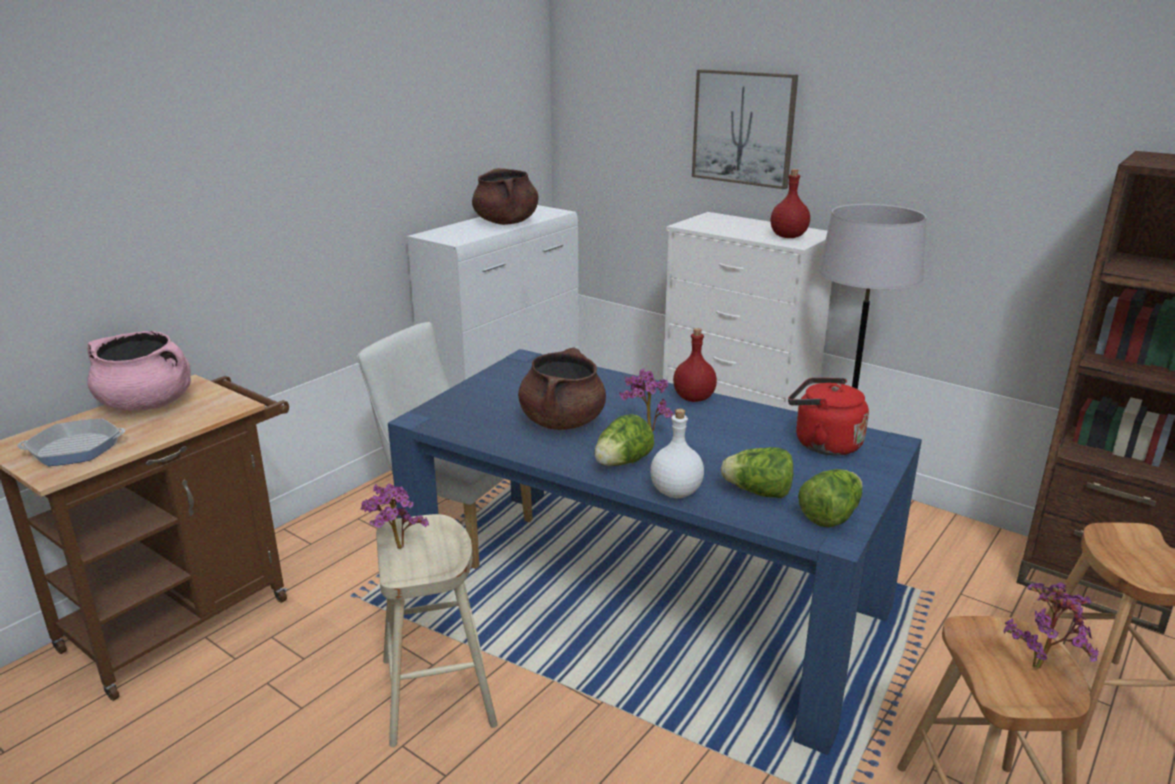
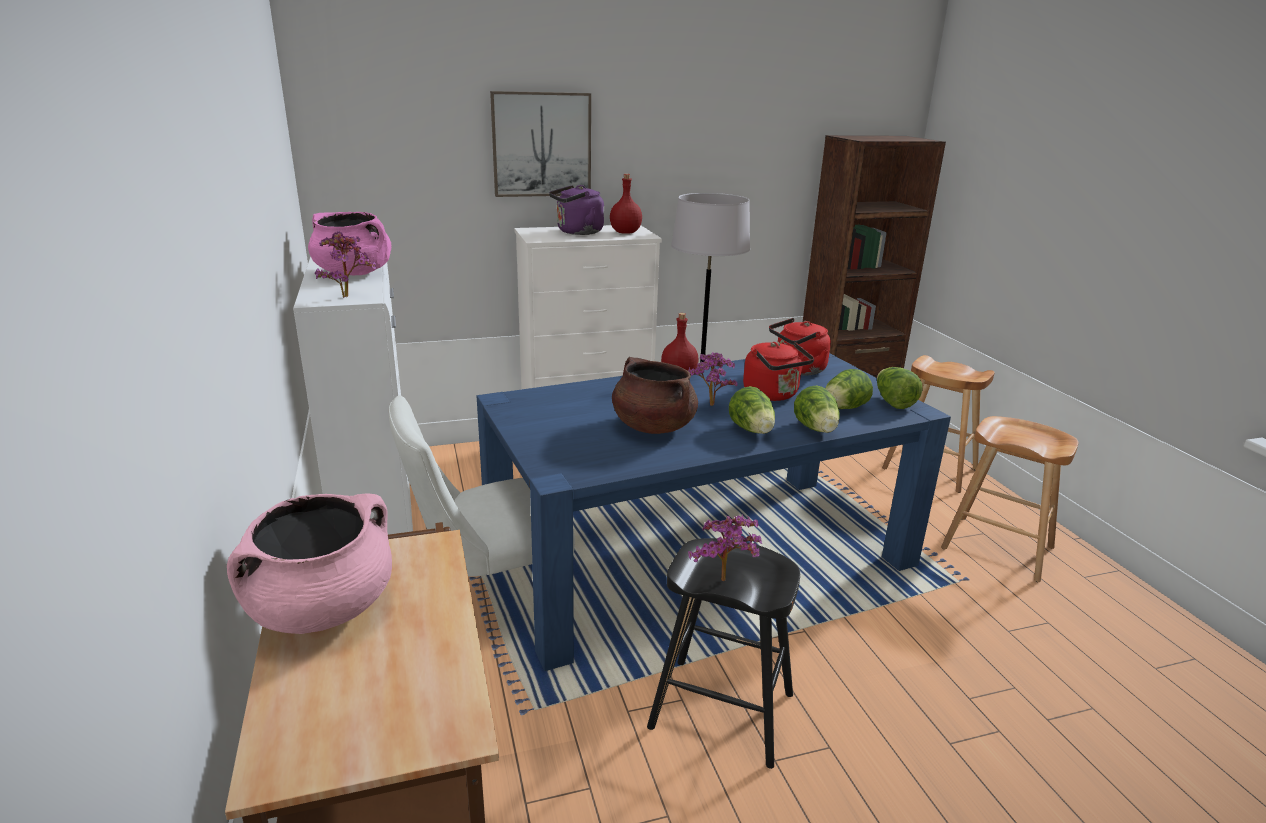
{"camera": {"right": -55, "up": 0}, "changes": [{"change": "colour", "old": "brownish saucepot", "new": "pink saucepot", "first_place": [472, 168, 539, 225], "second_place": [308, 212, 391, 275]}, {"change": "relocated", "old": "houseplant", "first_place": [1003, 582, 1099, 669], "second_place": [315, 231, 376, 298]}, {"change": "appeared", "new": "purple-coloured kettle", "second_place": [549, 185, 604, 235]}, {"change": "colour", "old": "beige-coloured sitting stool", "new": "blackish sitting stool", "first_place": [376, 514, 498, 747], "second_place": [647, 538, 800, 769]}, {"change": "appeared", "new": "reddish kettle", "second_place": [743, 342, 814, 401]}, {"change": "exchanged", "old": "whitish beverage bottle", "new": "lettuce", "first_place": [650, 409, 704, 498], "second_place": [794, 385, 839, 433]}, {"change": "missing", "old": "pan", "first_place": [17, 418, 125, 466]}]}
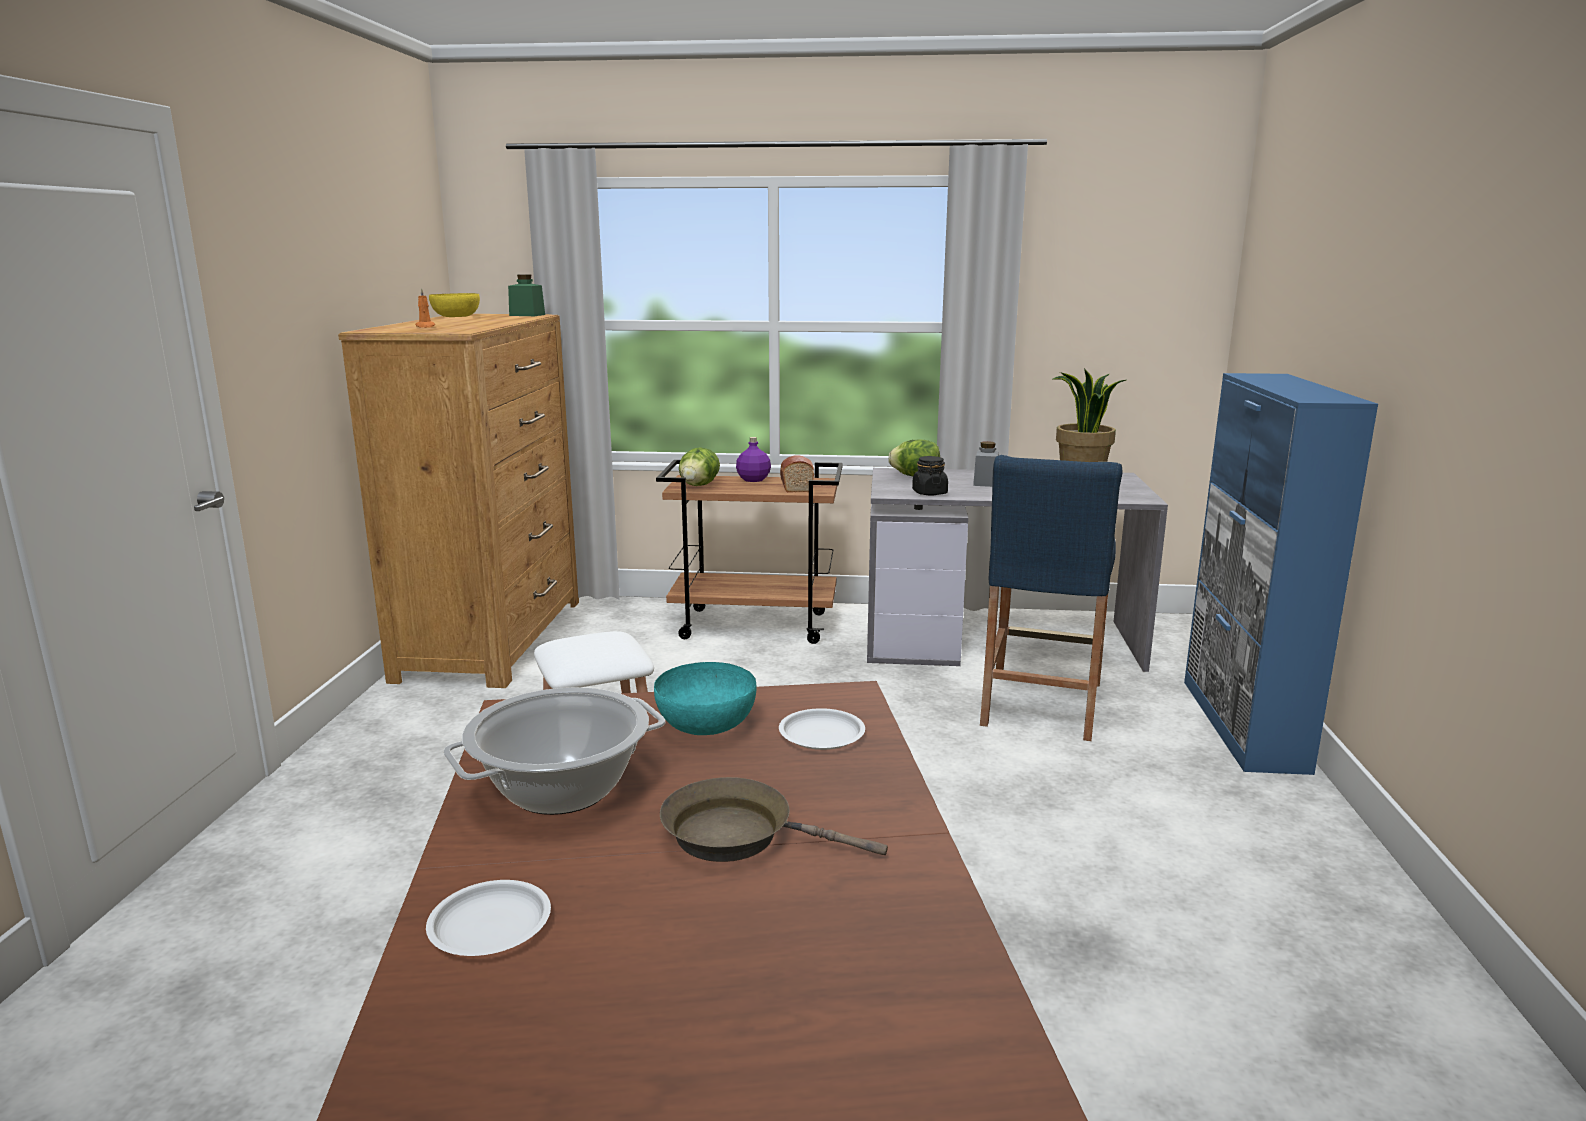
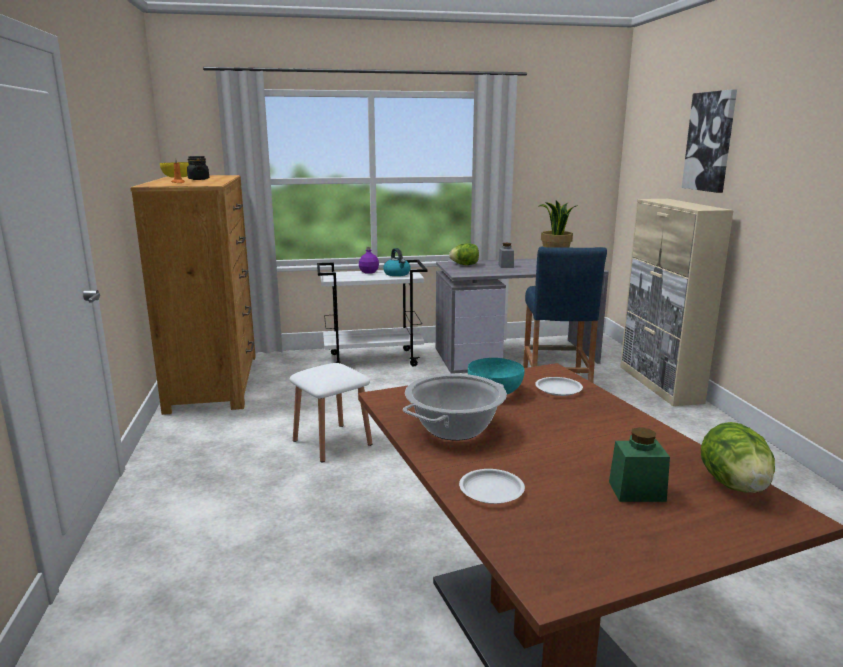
{"camera": {"right": -15, "up": 0}, "changes": [{"change": "relocated", "old": "blackish preserve jar", "first_place": [912, 456, 948, 495], "second_place": [187, 156, 209, 180]}, {"change": "colour", "old": "brownish trolley", "new": "whitish trolley", "first_place": [656, 460, 843, 644], "second_place": [317, 260, 427, 367]}, {"change": "exchanged", "old": "bakery bread", "new": "kettle", "first_place": [780, 455, 814, 492], "second_place": [383, 248, 411, 276]}, {"change": "relocated", "old": "greenish preserve jar", "first_place": [508, 274, 545, 316], "second_place": [609, 427, 670, 502]}, {"change": "colour", "old": "blue storage cabinet", "new": "beige-coloured storage cabinet", "first_place": [1184, 373, 1378, 775], "second_place": [620, 199, 734, 406]}, {"change": "appeared", "new": "picture", "second_place": [682, 89, 737, 193]}, {"change": "relocated", "old": "lettuce", "first_place": [679, 447, 720, 486], "second_place": [701, 422, 775, 493]}, {"change": "missing", "old": "brownish pan", "first_place": [660, 777, 888, 862]}]}
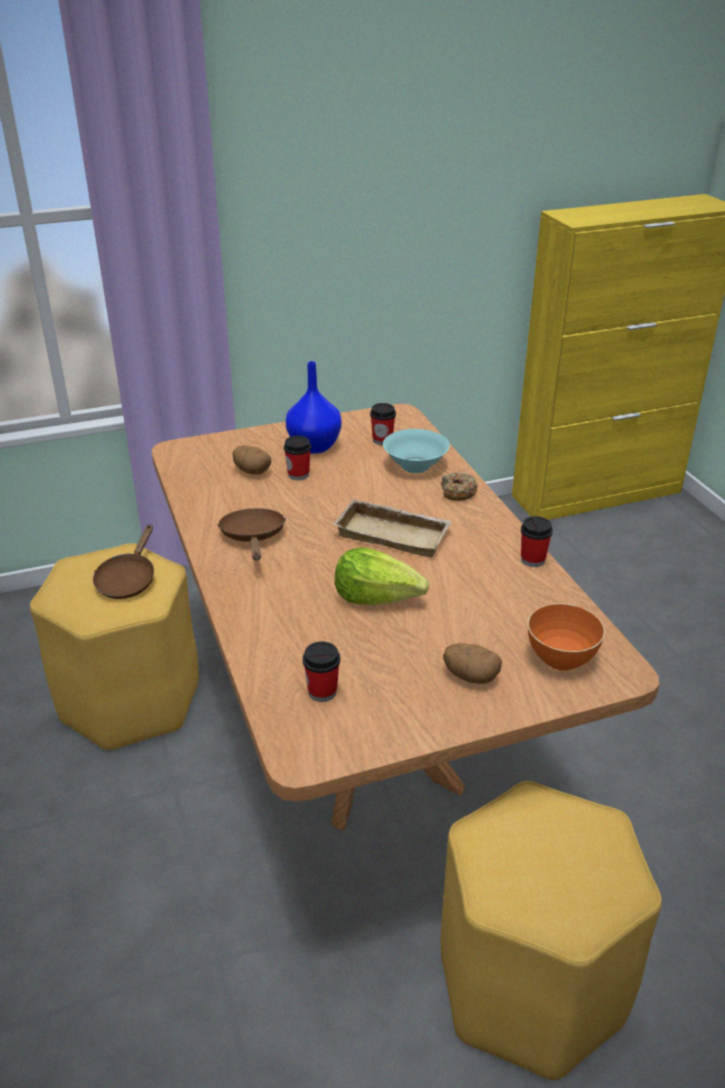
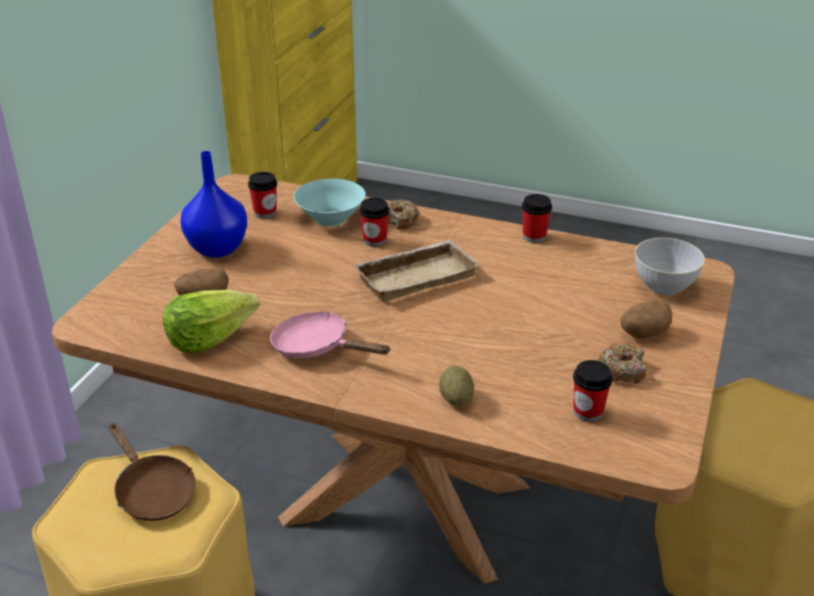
{"camera": {"right": -50, "up": 0}, "changes": [{"change": "relocated", "old": "lettuce", "first_place": [335, 547, 429, 605], "second_place": [163, 290, 260, 353]}, {"change": "colour", "old": "brownish pan", "new": "pink pan", "first_place": [217, 508, 286, 560], "second_place": [270, 312, 391, 358]}, {"change": "relocated", "old": "cup", "first_place": [284, 436, 311, 480], "second_place": [359, 198, 389, 247]}, {"change": "appeared", "new": "spud", "second_place": [439, 366, 474, 406]}, {"change": "appeared", "new": "ring doughnut", "second_place": [598, 344, 646, 383]}, {"change": "colour", "old": "orange-coloured deep dish", "new": "gray deep dish", "first_place": [528, 603, 605, 670], "second_place": [635, 238, 705, 295]}]}
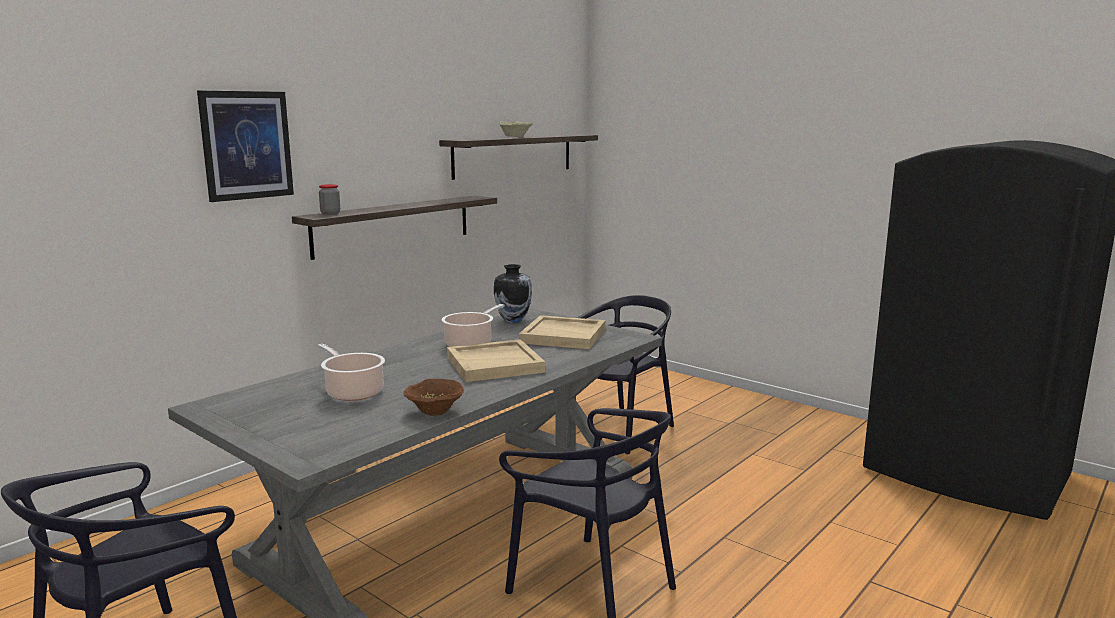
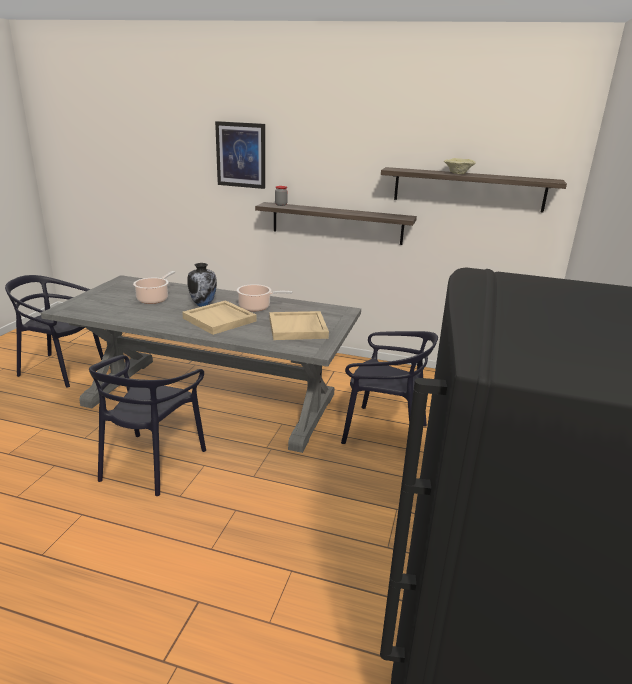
{"camera": {"right": 65, "up": 10}, "changes": [{"change": "relocated", "old": "decorative vase", "first_place": [494, 264, 532, 323], "second_place": [187, 263, 217, 307]}, {"change": "missing", "old": "brownish deep dish", "first_place": [404, 379, 464, 416]}]}
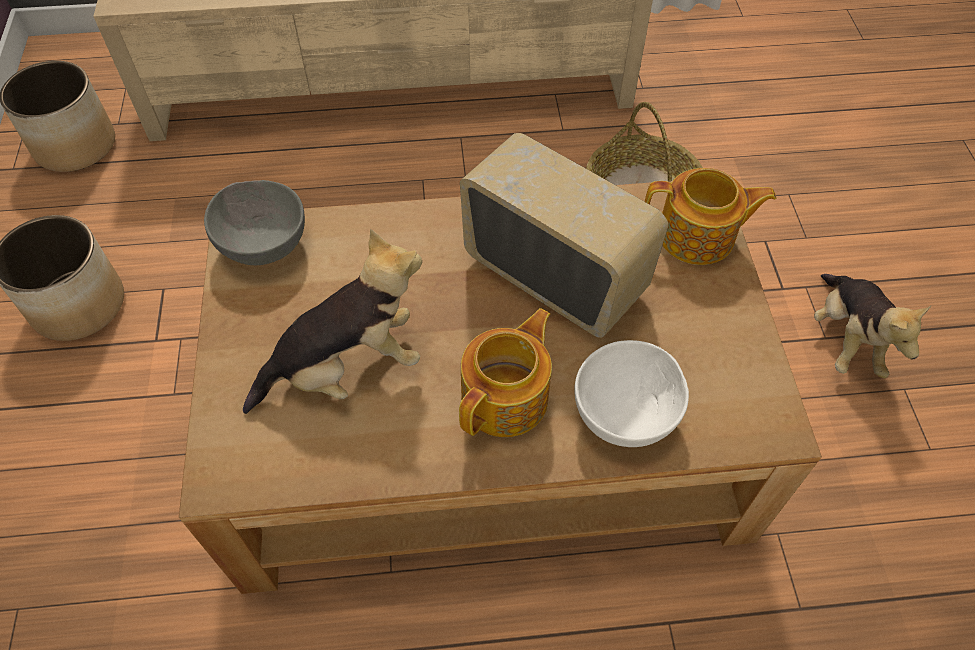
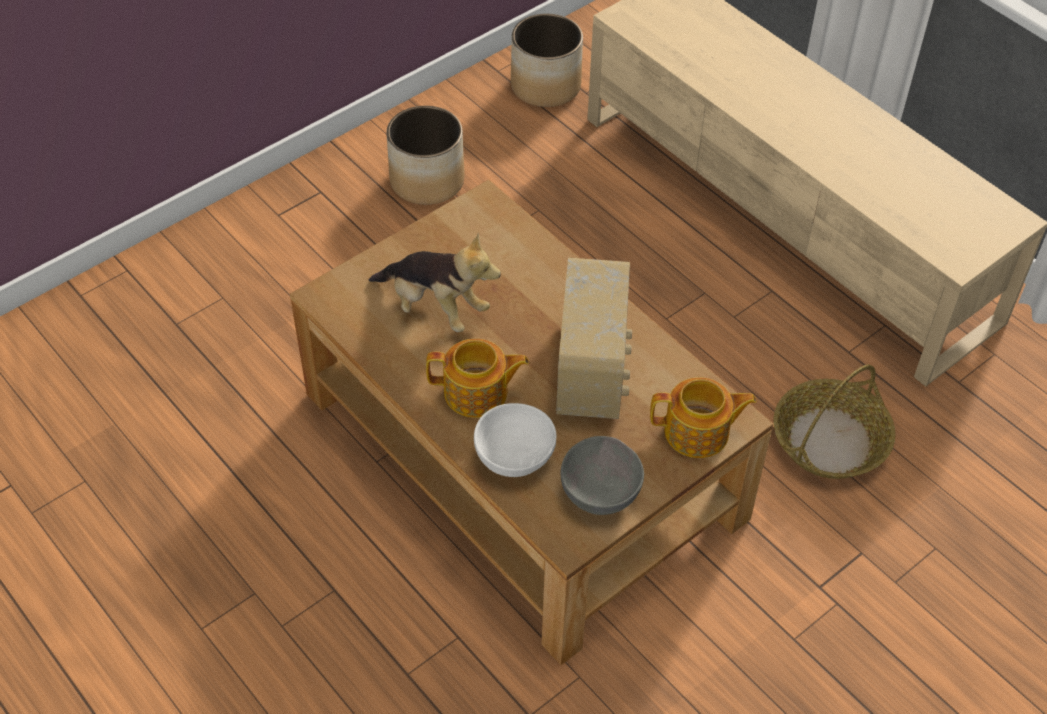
{"camera": {"right": 55, "up": -5}, "changes": [{"change": "relocated", "old": "gray deep dish", "first_place": [204, 180, 305, 265], "second_place": [561, 436, 644, 515]}, {"change": "spun", "old": "tea pot", "first_place": [645, 168, 776, 265], "second_place": [650, 377, 757, 458], "degrees": -60}, {"change": "missing", "old": "cuddly toy", "first_place": [814, 274, 931, 378]}]}
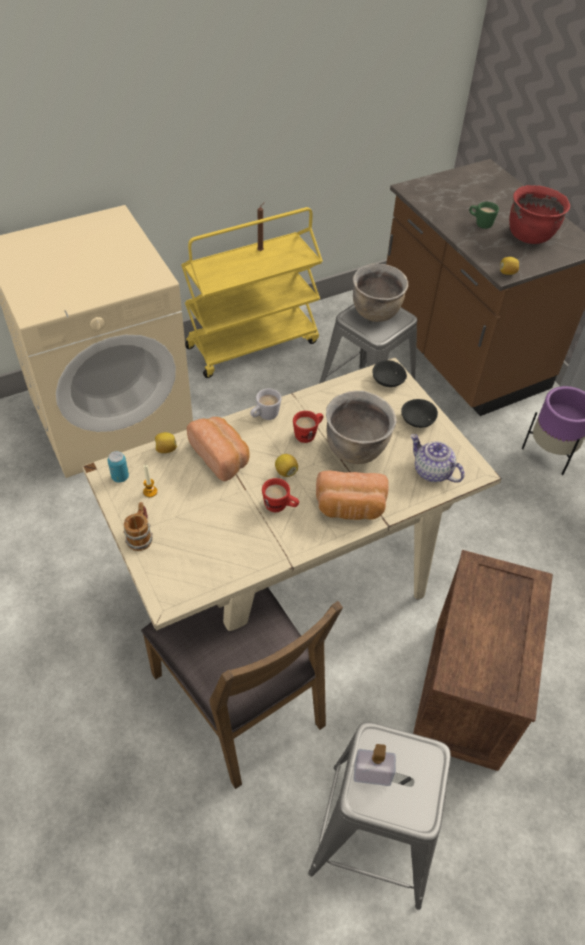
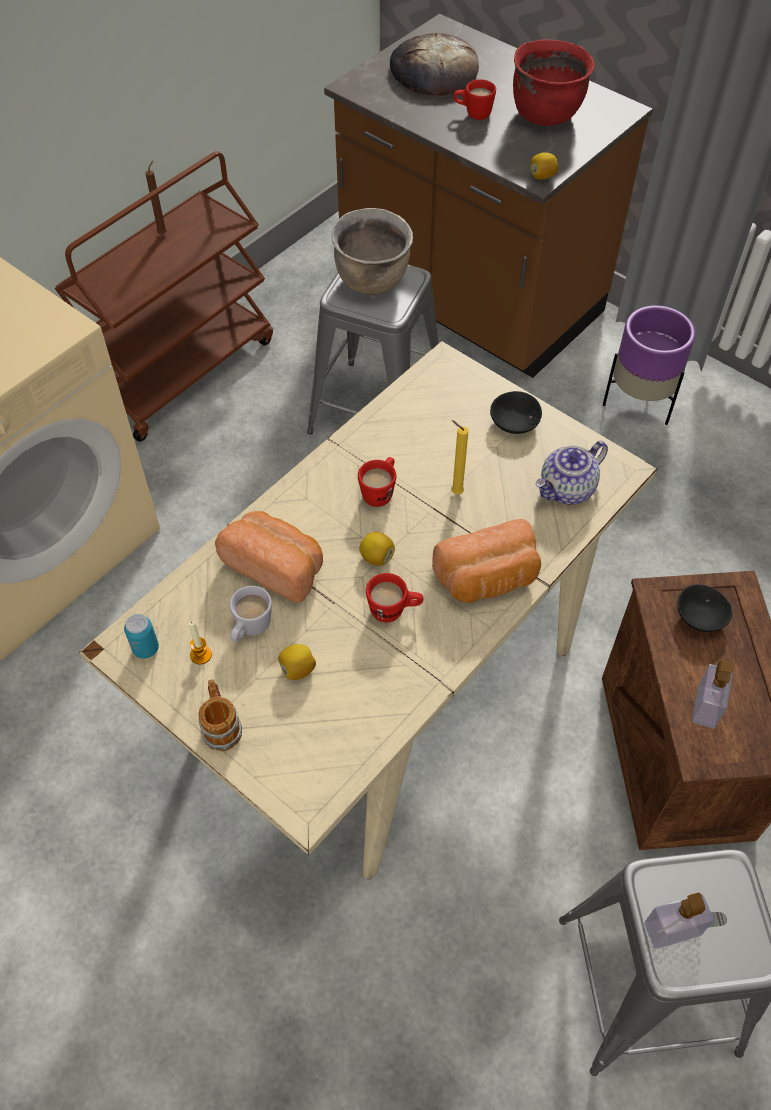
{"camera": {"right": -20, "up": 5}, "changes": [{"change": "colour", "old": "yellow trolley", "new": "brownish trolley", "first_place": [181, 207, 323, 378], "second_place": [55, 151, 273, 442]}, {"change": "relocated", "old": "whitish tea mug", "first_place": [250, 388, 281, 420], "second_place": [230, 586, 272, 642]}, {"change": "relocated", "old": "whole lemon", "first_place": [155, 432, 177, 453], "second_place": [278, 644, 316, 680]}, {"change": "appeared", "new": "bakery bread", "second_place": [390, 33, 479, 96]}, {"change": "exchanged", "old": "brownish saucepot", "new": "yellow wax candle", "first_place": [326, 391, 397, 464], "second_place": [451, 420, 469, 494]}, {"change": "colour", "old": "greenish tea mug", "new": "reddish tea mug", "first_place": [469, 202, 499, 229], "second_place": [453, 79, 496, 120]}, {"change": "spun", "old": "tea pot", "first_place": [411, 434, 465, 483], "second_place": [535, 441, 608, 504], "degrees": -60}, {"change": "relocated", "old": "blackish deep dish", "first_place": [372, 360, 407, 387], "second_place": [677, 584, 732, 632]}, {"change": "appeared", "new": "liquid soap bottle", "second_place": [692, 661, 734, 729]}, {"change": "missing", "old": "brownish chair", "first_place": [141, 587, 343, 789]}]}
